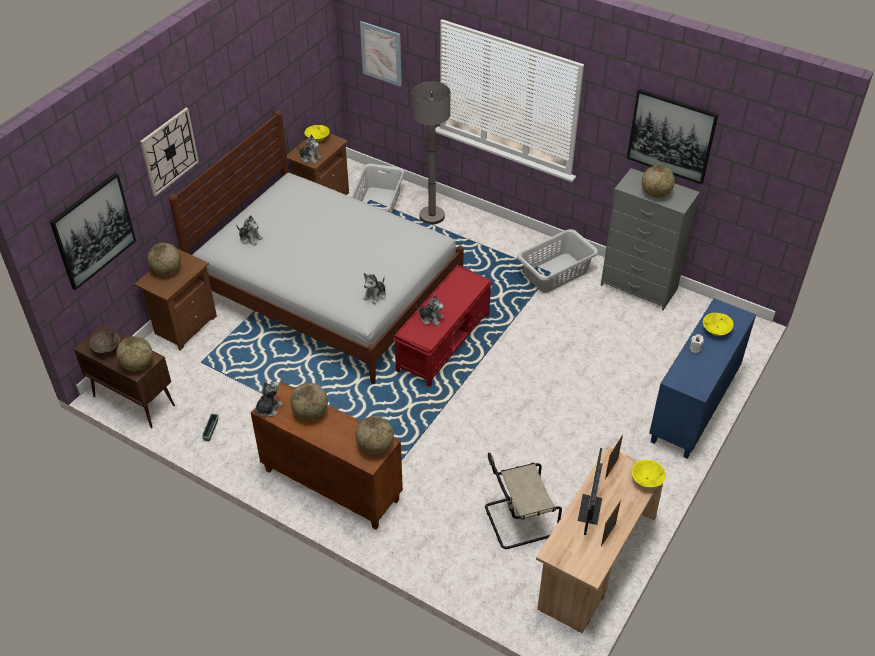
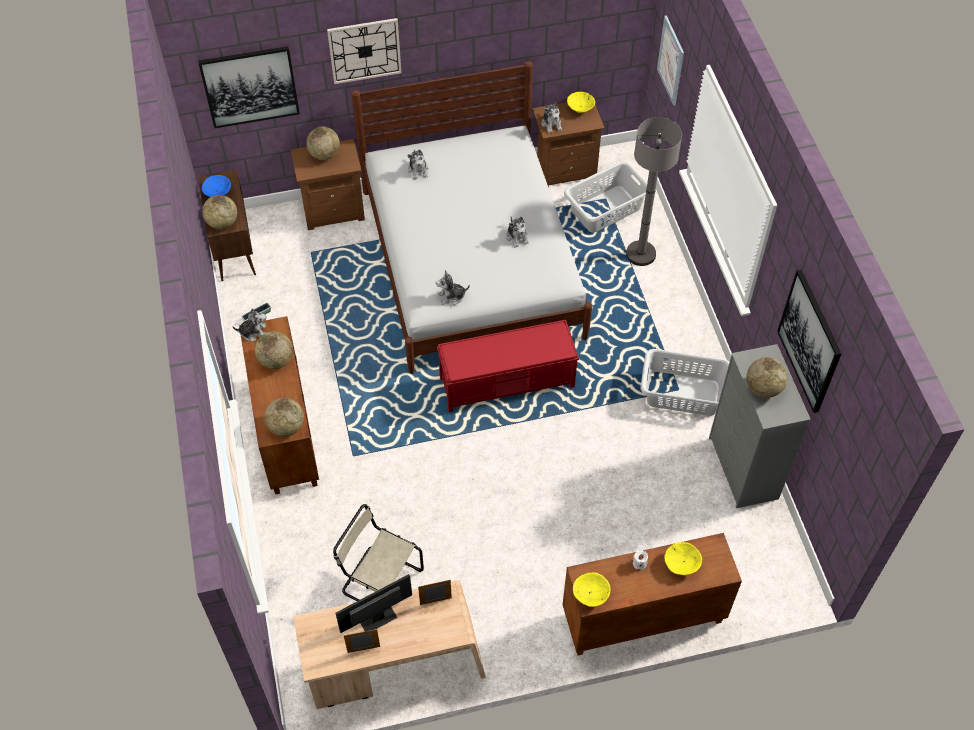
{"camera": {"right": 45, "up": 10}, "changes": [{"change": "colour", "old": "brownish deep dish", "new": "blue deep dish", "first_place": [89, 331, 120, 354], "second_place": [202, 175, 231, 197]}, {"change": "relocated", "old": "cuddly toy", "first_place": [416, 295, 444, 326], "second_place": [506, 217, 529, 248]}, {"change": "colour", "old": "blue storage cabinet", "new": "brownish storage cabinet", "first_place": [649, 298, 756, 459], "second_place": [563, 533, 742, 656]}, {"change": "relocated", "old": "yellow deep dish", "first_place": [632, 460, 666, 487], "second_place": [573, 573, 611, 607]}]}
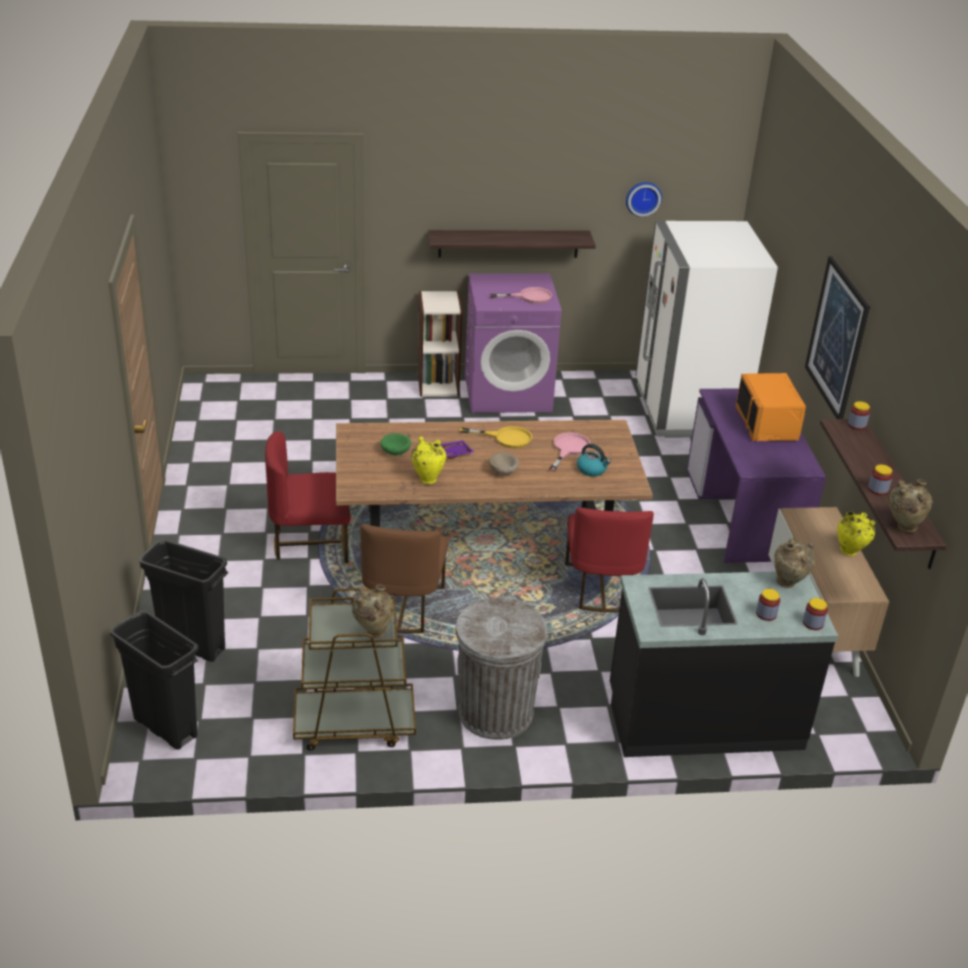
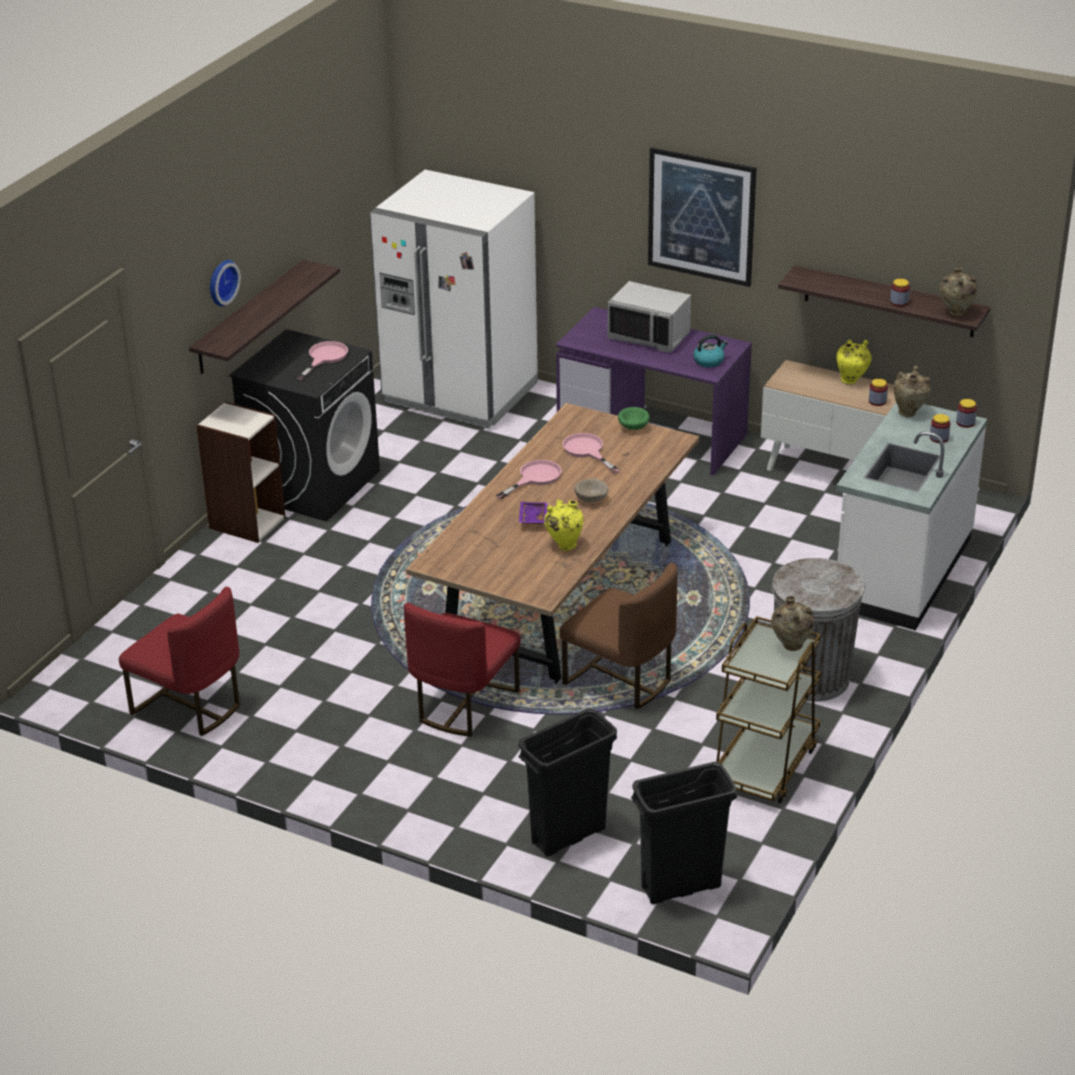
{"camera": {"right": -55, "up": 0}, "changes": [{"change": "relocated", "old": "reddish chair", "first_place": [565, 507, 654, 612], "second_place": [119, 587, 240, 736]}, {"change": "relocated", "old": "wall clock", "first_place": [626, 182, 662, 217], "second_place": [210, 260, 241, 306]}, {"change": "colour", "old": "purple-coloured laundry machine", "new": "blackish laundry machine", "first_place": [465, 273, 562, 413], "second_place": [229, 329, 380, 521]}, {"change": "colour", "old": "yellow pan", "new": "pink pan", "first_place": [460, 426, 532, 448], "second_place": [496, 460, 562, 499]}, {"change": "colour", "old": "orange-coloured kitchen microwave", "new": "gray kitchen microwave", "first_place": [736, 373, 806, 441], "second_place": [608, 281, 691, 353]}, {"change": "relocated", "old": "greenish deep dish", "first_place": [381, 433, 411, 455], "second_place": [618, 407, 649, 430]}, {"change": "relocated", "old": "kettle", "first_place": [577, 444, 611, 476], "second_place": [693, 335, 728, 367]}, {"change": "colour", "old": "blackish kitchen base unit", "new": "whitish kitchen base unit", "first_place": [610, 572, 838, 757], "second_place": [836, 403, 987, 630]}, {"change": "relocated", "old": "preserve jar", "first_place": [848, 401, 870, 430], "second_place": [869, 379, 888, 406]}]}
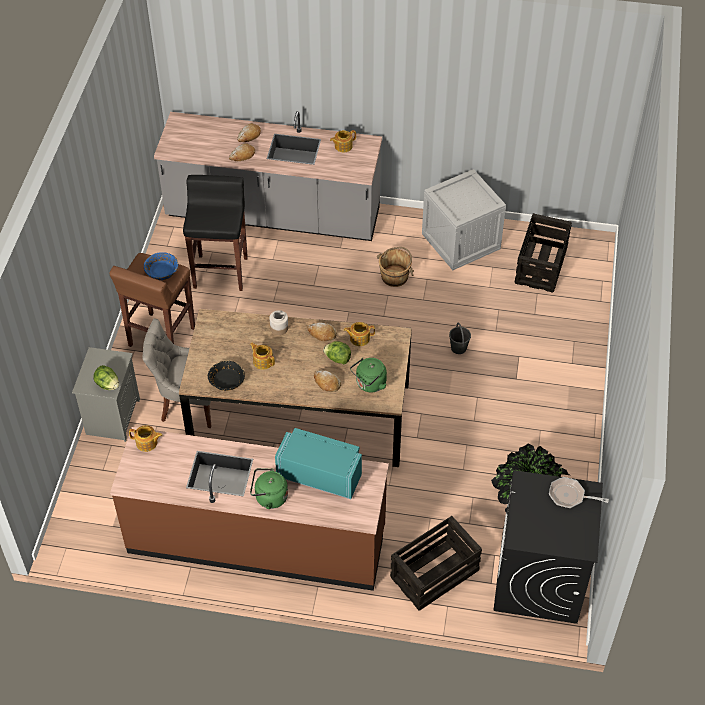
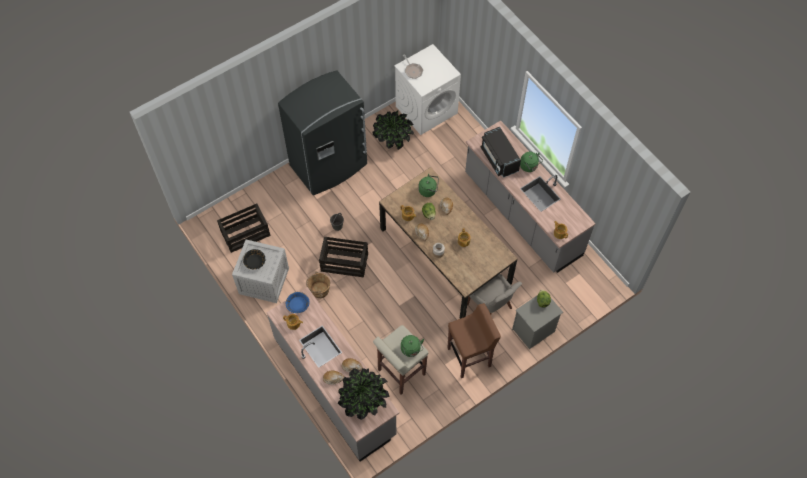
{"camera": {"right": -135, "up": 10}, "changes": [{"change": "relocated", "old": "blackish deep dish", "first_place": [208, 361, 245, 391], "second_place": [243, 249, 265, 269]}, {"change": "appeared", "new": "gray refrigerator", "second_place": [278, 70, 367, 195]}, {"change": "relocated", "old": "blue deep dish", "first_place": [144, 252, 178, 280], "second_place": [286, 292, 310, 313]}, {"change": "relocated", "old": "packing crate", "first_place": [390, 516, 482, 611], "second_place": [319, 237, 368, 277]}, {"change": "appeared", "new": "houseplant", "second_place": [338, 368, 390, 420]}, {"change": "colour", "old": "blackish sitting stool", "new": "beige-coloured sitting stool", "first_place": [183, 175, 248, 291], "second_place": [373, 325, 428, 395]}, {"change": "colour", "old": "blackish laundry machine", "new": "whitish laundry machine", "first_place": [494, 470, 603, 624], "second_place": [394, 44, 461, 135]}, {"change": "appeared", "new": "greenish kettle", "second_place": [401, 335, 424, 357]}, {"change": "colour", "old": "brownish kitchen base unit", "new": "gray kitchen base unit", "first_place": [110, 427, 389, 591], "second_place": [465, 121, 596, 273]}, {"change": "colour", "old": "blue-green kitchen microwave", "new": "blackish kitchen microwave", "first_place": [275, 428, 362, 499], "second_place": [481, 127, 521, 178]}]}
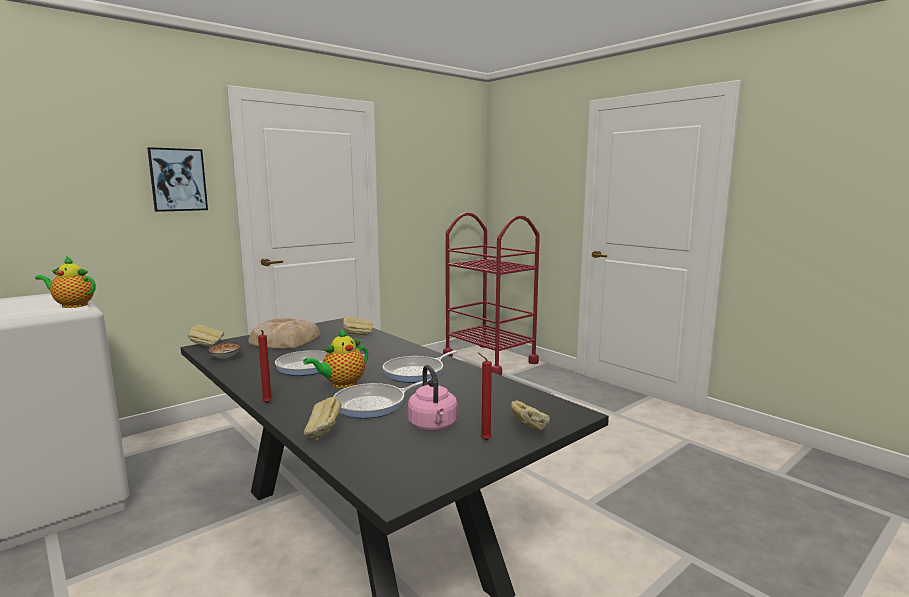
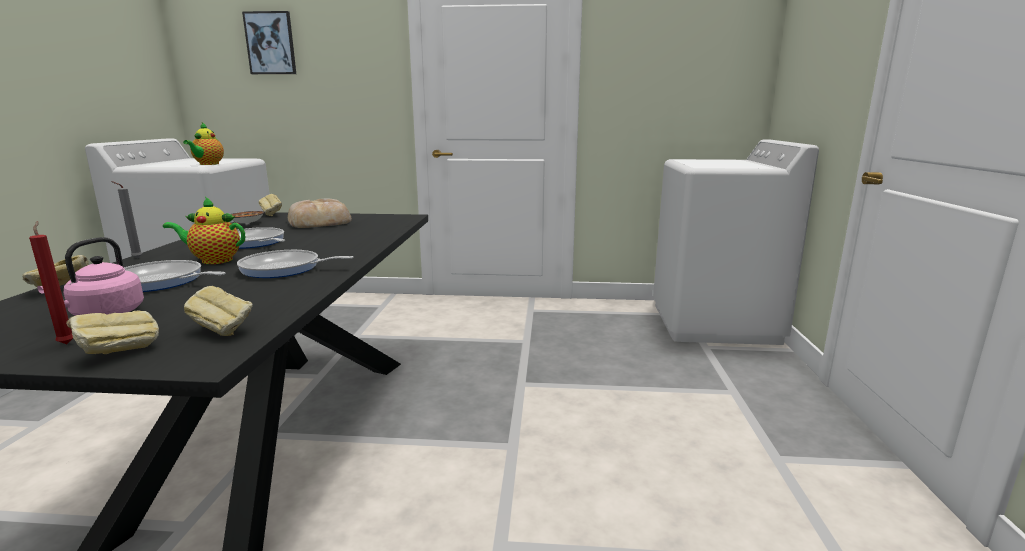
{"camera": {"right": 45, "up": 5}, "changes": [{"change": "colour", "old": "reddish wax candle", "new": "gray wax candle", "first_place": [258, 330, 272, 403], "second_place": [111, 181, 142, 259]}, {"change": "spun", "old": "tea pot", "first_place": [35, 256, 96, 308], "second_place": [183, 122, 224, 165], "degrees": -135}, {"change": "relocated", "old": "bakery bread", "first_place": [343, 317, 373, 335], "second_place": [184, 286, 253, 336]}, {"change": "relocated", "old": "picture", "first_place": [147, 147, 208, 212], "second_place": [242, 11, 296, 74]}, {"change": "exchanged", "old": "reddish trolley", "new": "whitish laundry machine", "first_place": [443, 212, 540, 375], "second_place": [653, 139, 819, 345]}]}
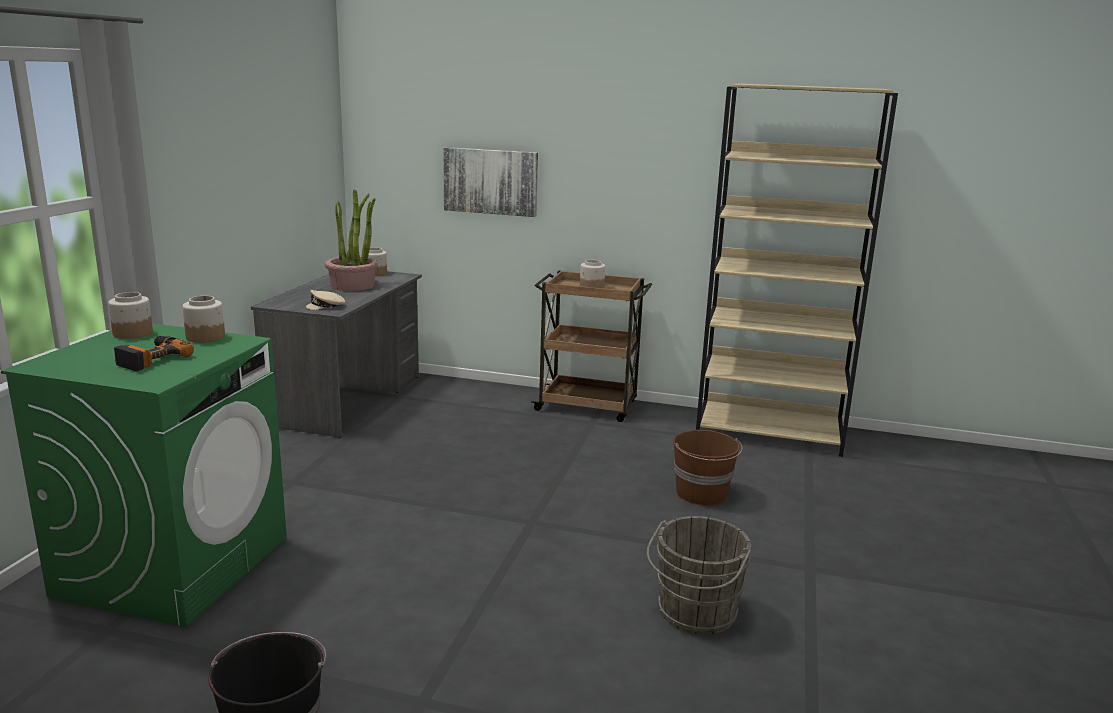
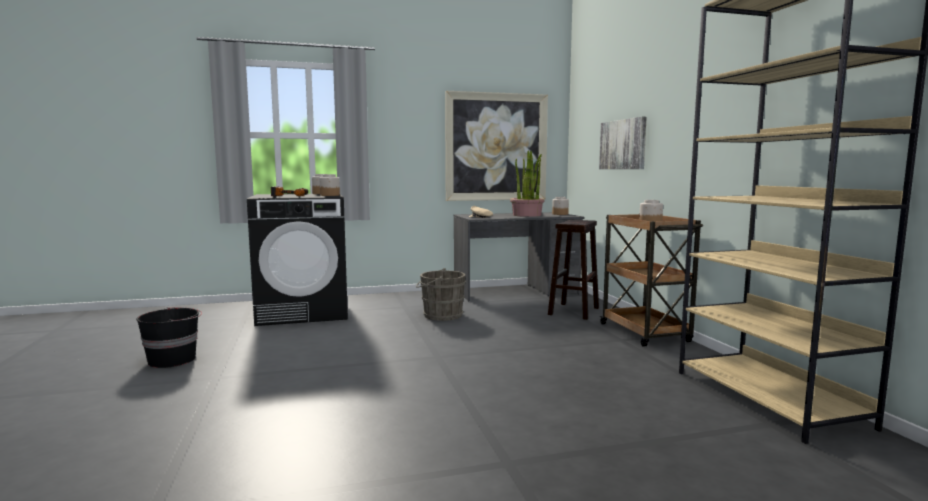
{"camera": {"right": 60, "up": -10}, "changes": [{"change": "colour", "old": "greenish laundry machine", "new": "blackish laundry machine", "first_place": [1, 324, 287, 627], "second_place": [247, 194, 348, 326]}, {"change": "relocated", "old": "gray bucket", "first_place": [647, 516, 751, 635], "second_place": [416, 268, 466, 321]}, {"change": "appeared", "new": "picture", "second_place": [445, 91, 548, 201]}, {"change": "appeared", "new": "brownish sitting stool", "second_place": [548, 220, 599, 320]}, {"change": "missing", "old": "brownish bucket", "first_place": [673, 430, 743, 506]}]}
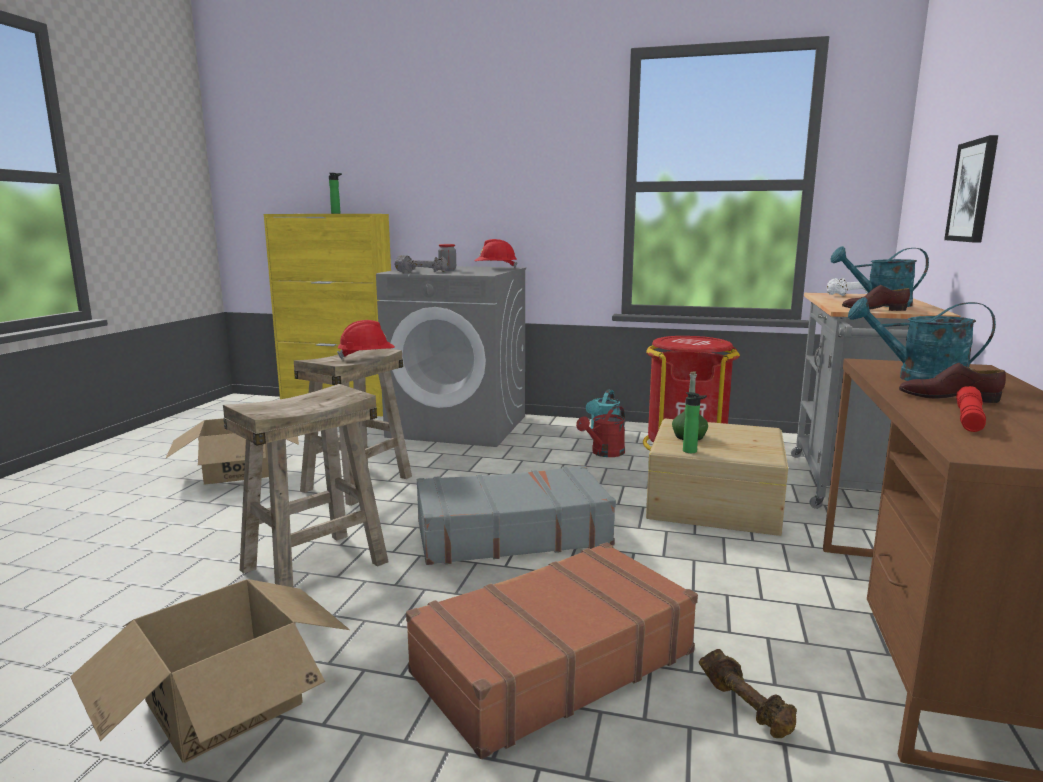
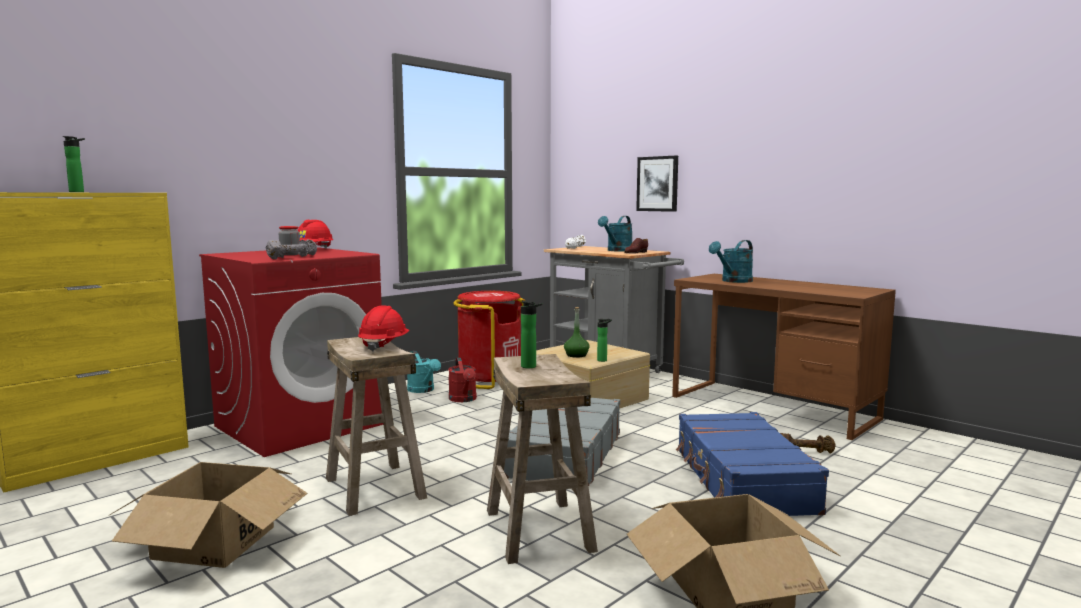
{"camera": {"right": -60, "up": -5}, "changes": [{"change": "colour", "old": "gray laundry machine", "new": "reddish laundry machine", "first_place": [376, 266, 526, 447], "second_place": [199, 247, 383, 457]}, {"change": "appeared", "new": "beverage bottle", "second_place": [521, 301, 542, 368]}, {"change": "colour", "old": "brownish piece of luggage", "new": "blue piece of luggage", "first_place": [406, 542, 698, 759], "second_place": [676, 412, 829, 516]}, {"change": "missing", "old": "brownish low shoe", "first_place": [899, 363, 1006, 403]}, {"change": "missing", "old": "reddish hand torch", "first_place": [956, 386, 986, 432]}]}
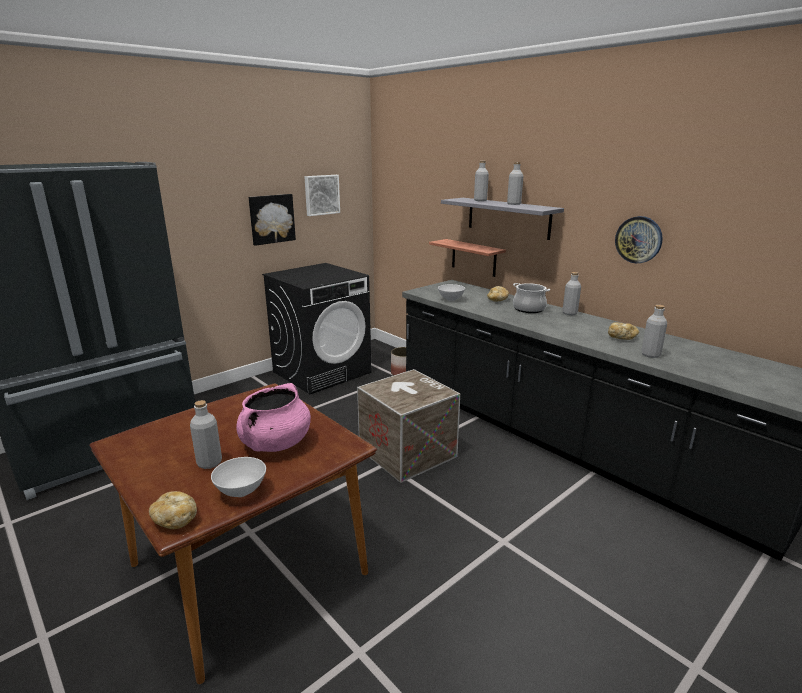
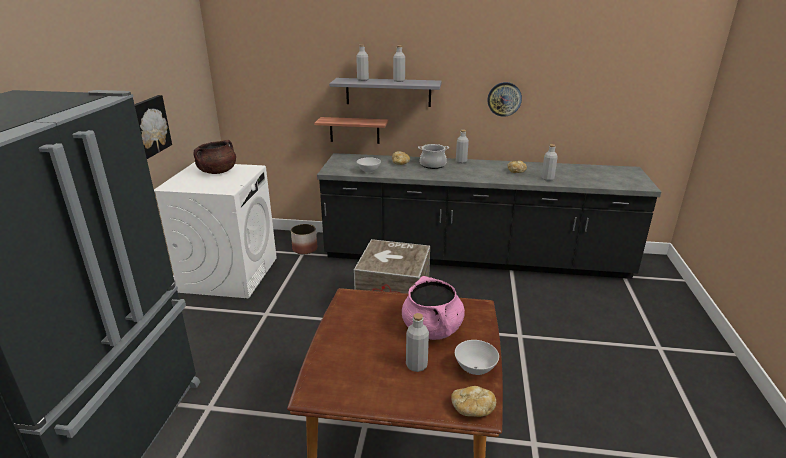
{"camera": {"right": -40, "up": 5}, "changes": [{"change": "colour", "old": "blackish laundry machine", "new": "whitish laundry machine", "first_place": [262, 263, 371, 394], "second_place": [154, 162, 277, 298]}, {"change": "appeared", "new": "brownish saucepot", "second_place": [194, 140, 236, 174]}, {"change": "missing", "old": "picture", "first_place": [304, 175, 340, 216]}]}
